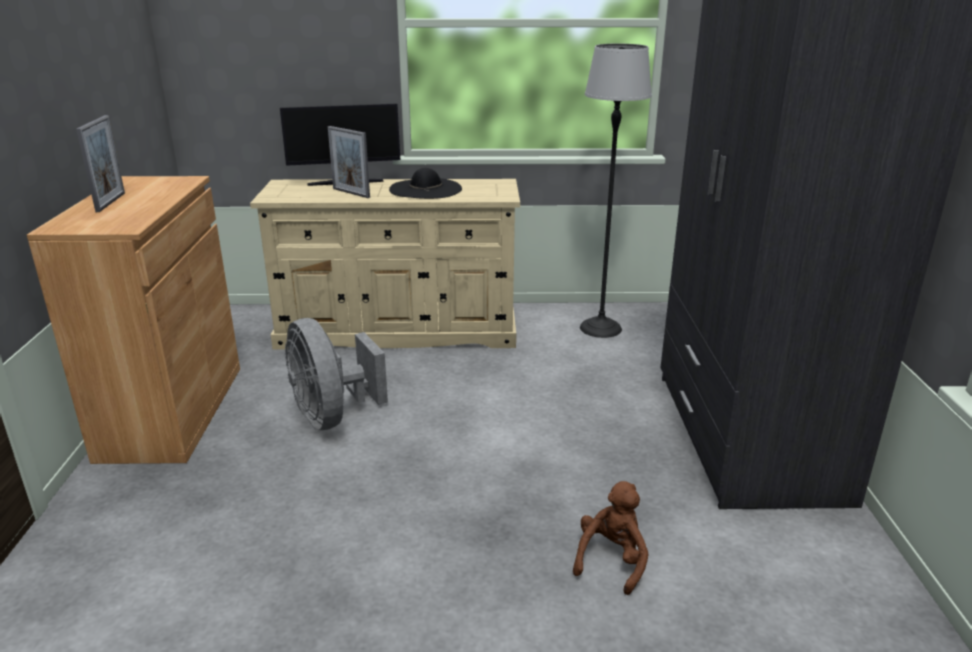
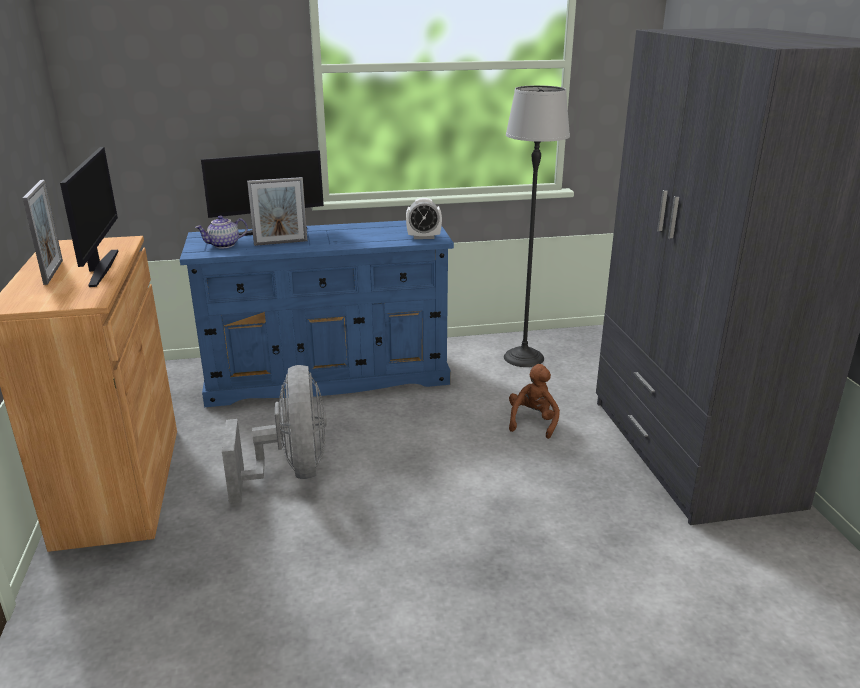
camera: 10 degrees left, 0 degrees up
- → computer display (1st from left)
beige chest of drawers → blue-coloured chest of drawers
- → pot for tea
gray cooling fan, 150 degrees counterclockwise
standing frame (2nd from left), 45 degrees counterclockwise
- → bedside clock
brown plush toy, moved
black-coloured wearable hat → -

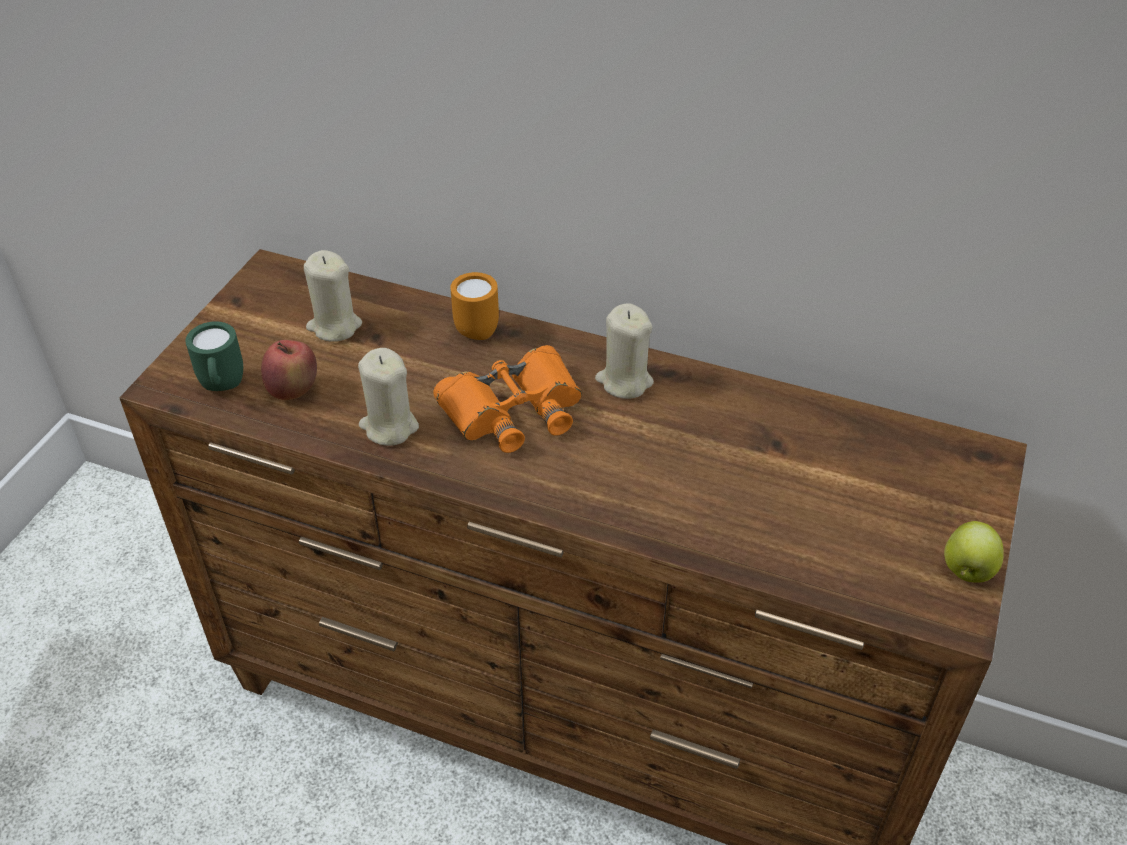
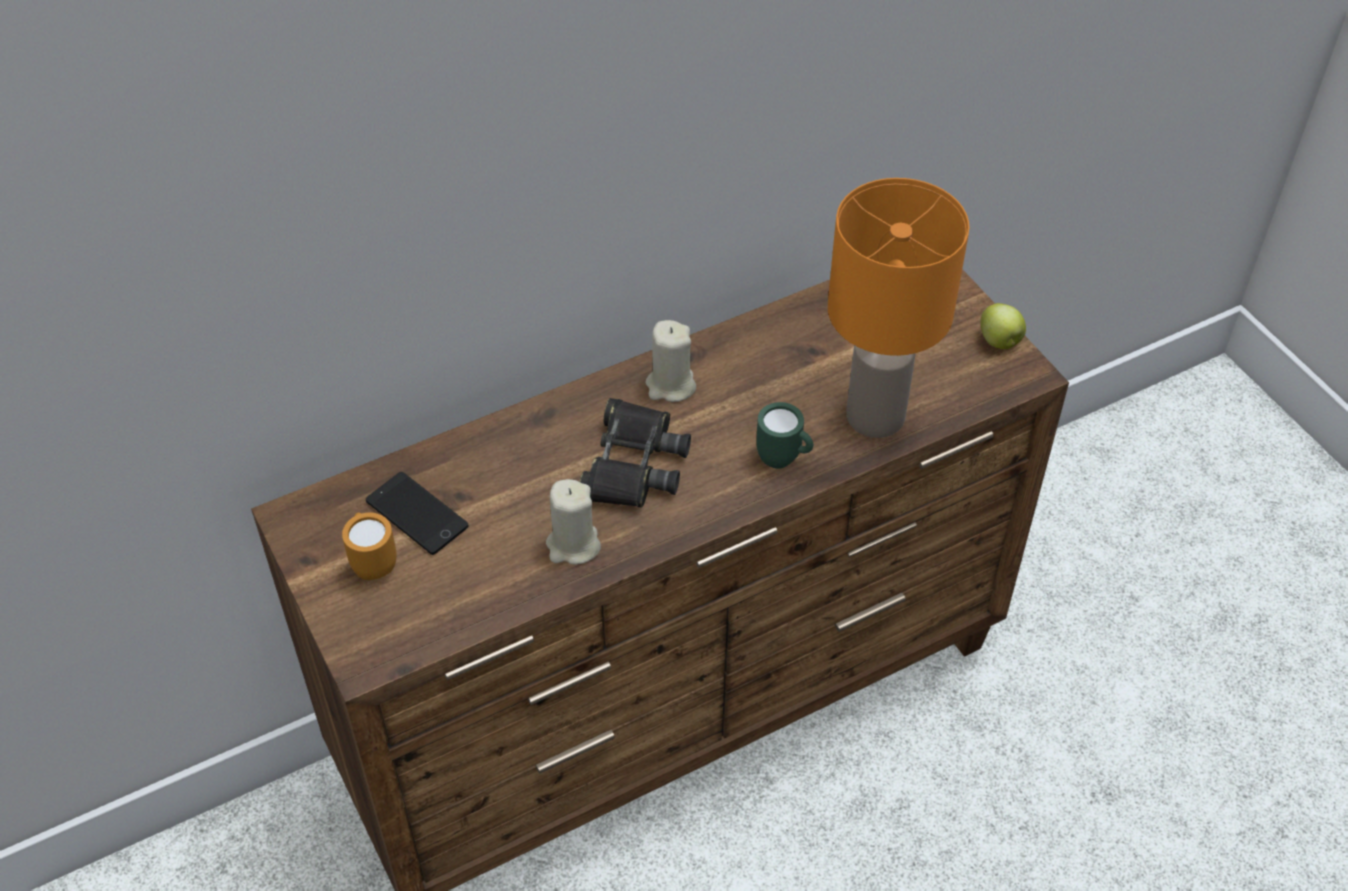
camera: 50 degrees left, 5 degrees up
orangey coffee mug, moved
beige candle (1st from left) → handset
orangey pair of binoculars → black-coloured pair of binoculars
greenish coffee mug, moved
- → orangey tabletop lamp
whole apple (1st from left) → -

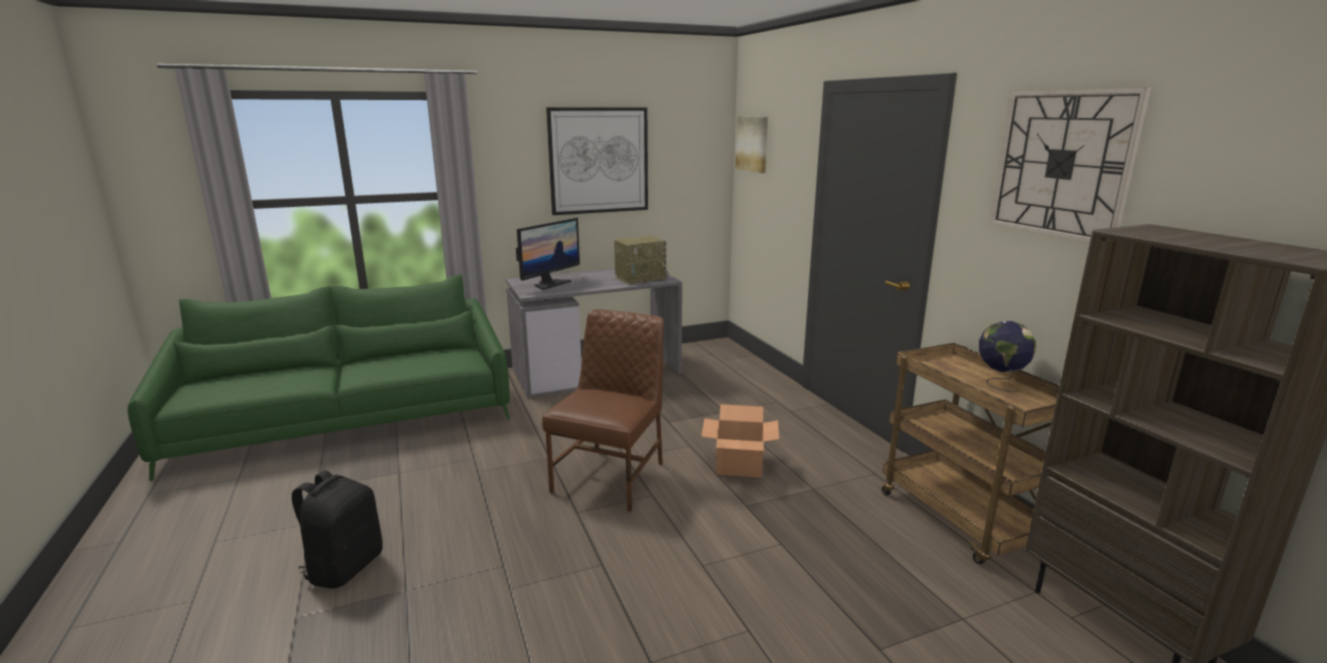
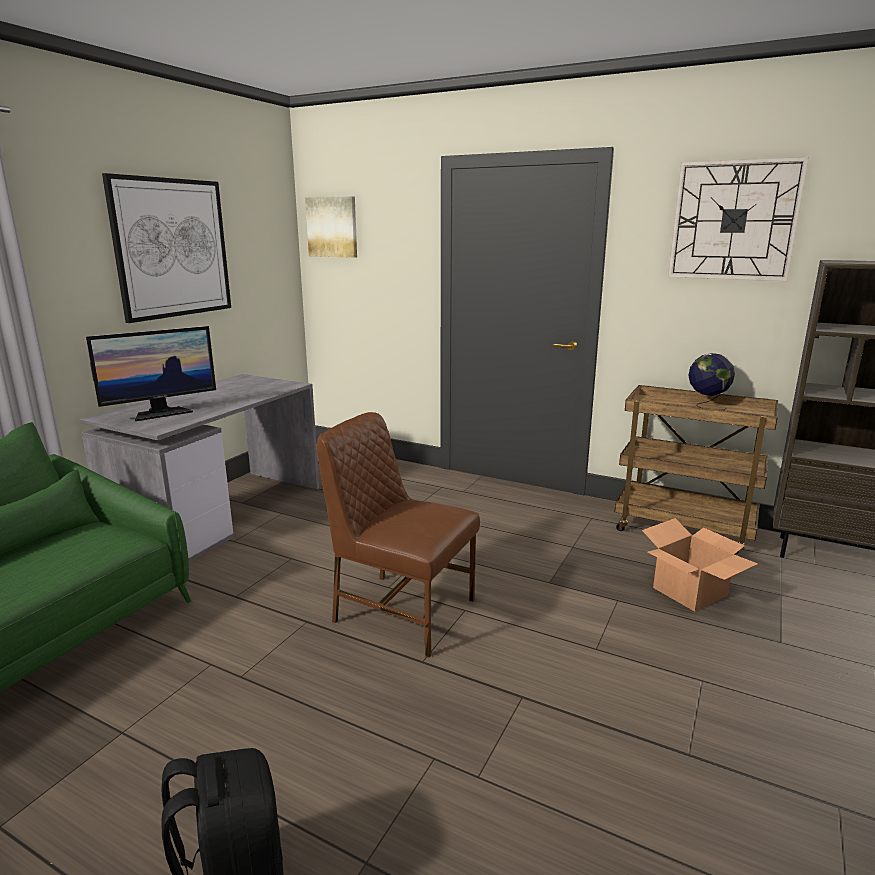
camera: 40 degrees left, 0 degrees up
computer display, 60 degrees clockwise
brown plain chair, 45 degrees counterclockwise
packing box, moved
radio → -

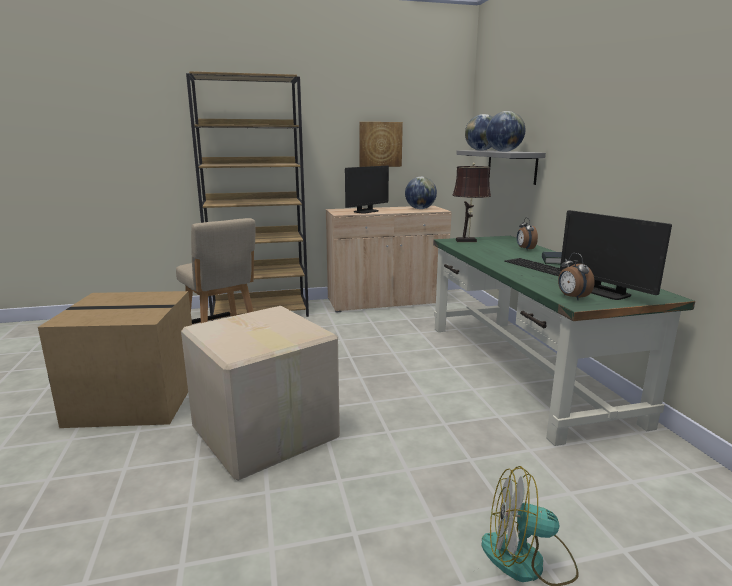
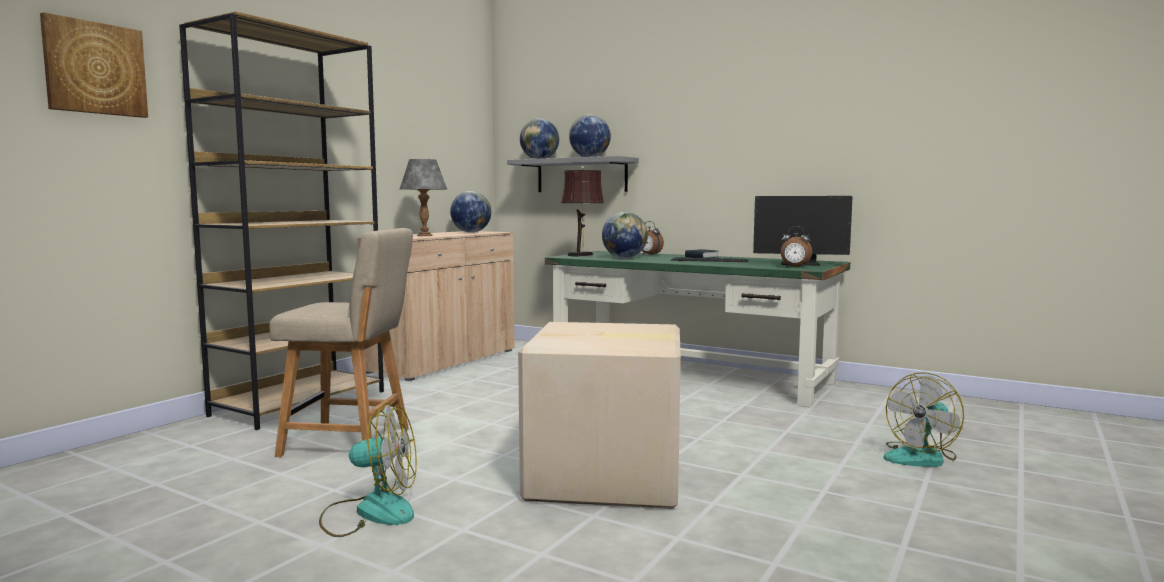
camera: 45 degrees left, 10 degrees down
wall picture, moved
packing box (1st from left) → cooling fan (1st from left)
computer display (1st from left) → gray tabletop lamp
- → globe (4th from left)

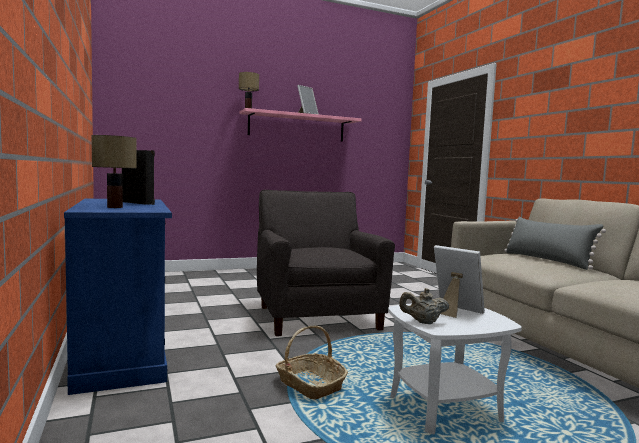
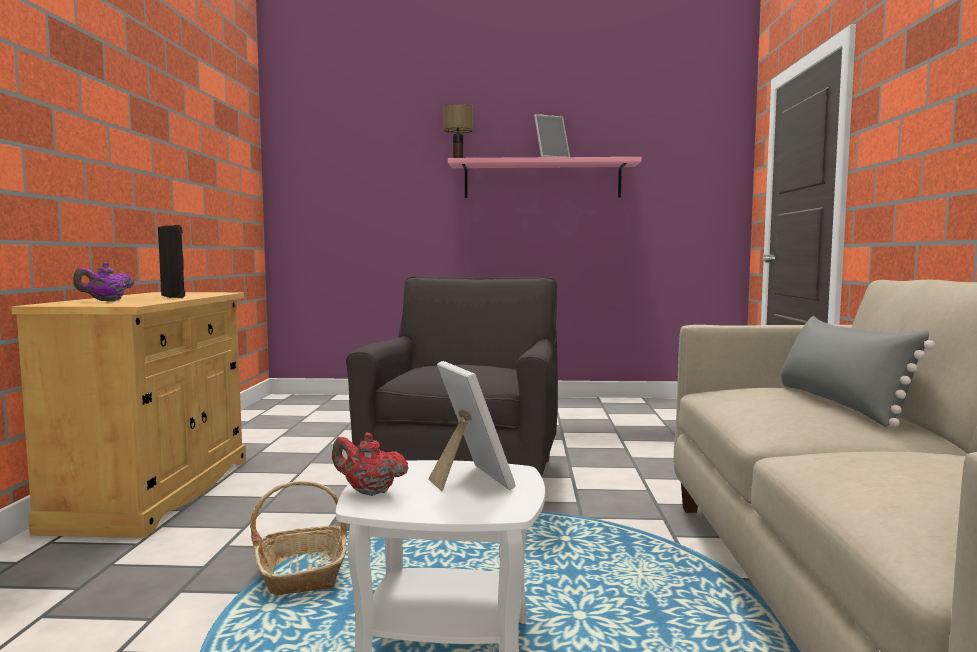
camera: 25 degrees right, 0 degrees up
blue-coloured cabinet → beige cabinet
tabletop lamp (1st from left) → purple-coloured pot for tea
beige pot for tea → red pot for tea

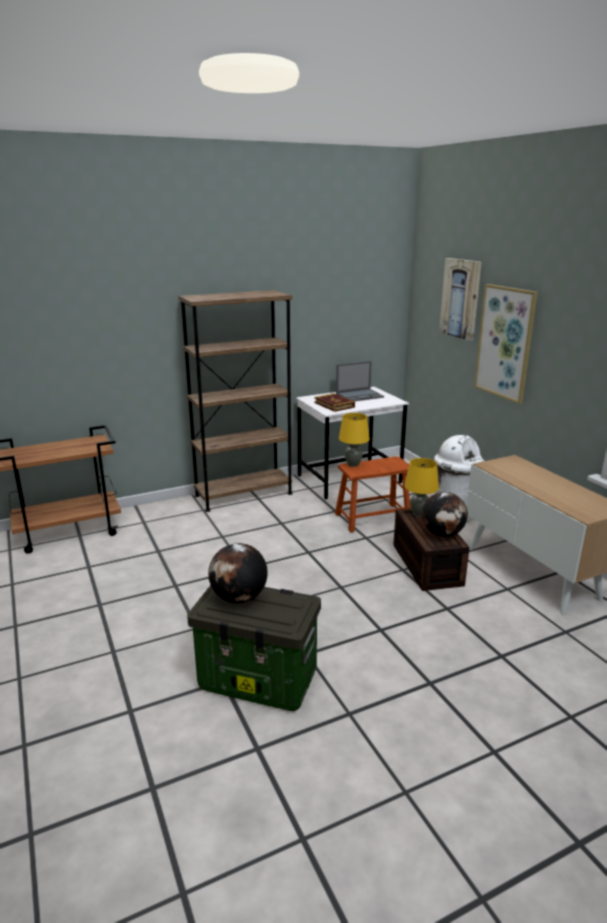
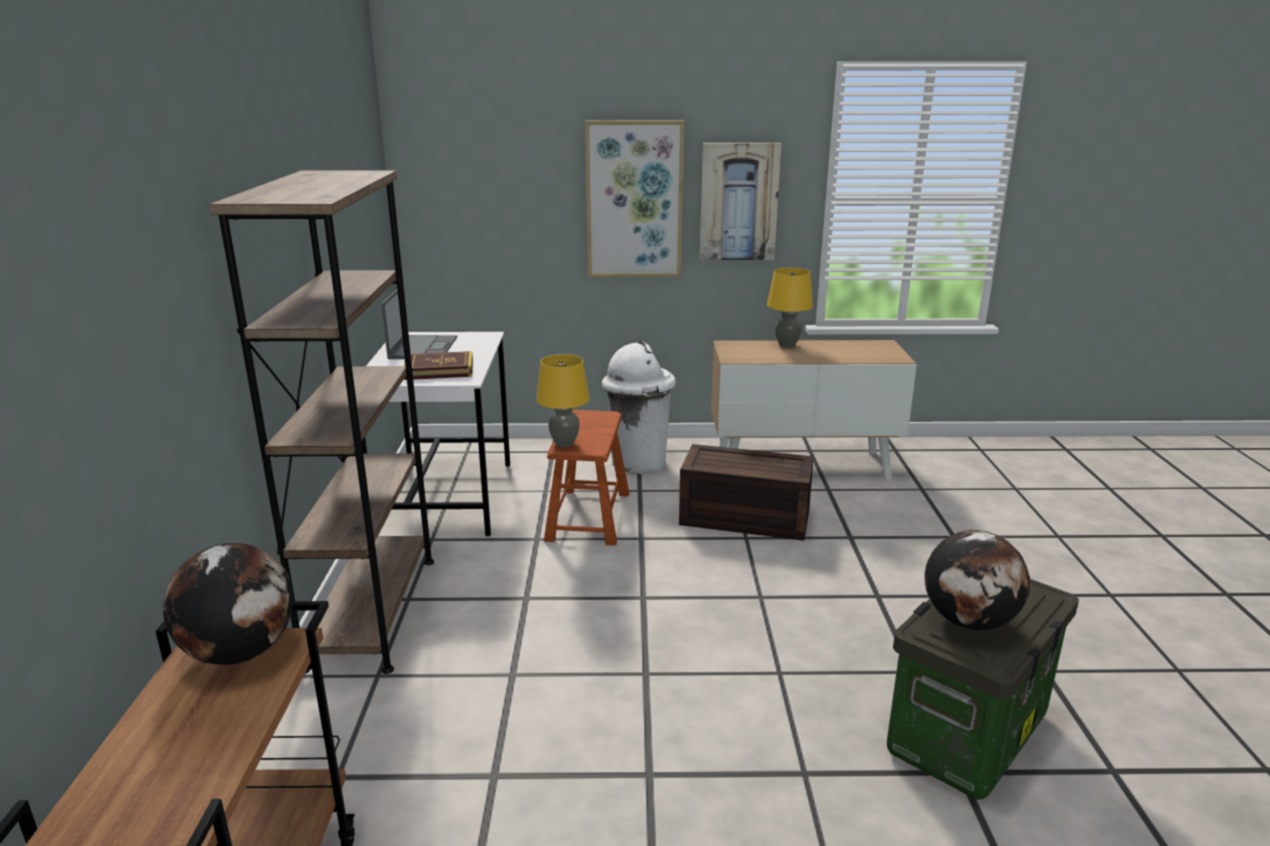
camera: 65 degrees left, 0 degrees up
globe (2nd from left in the first image) → globe (1st from left), moved
wall picture (1st from left in the first image) → wall picture (2nd from left), moved
yellow tabletop lamp (2nd from left), moved

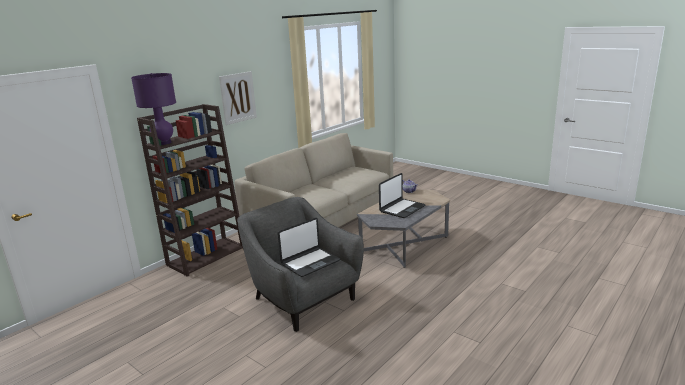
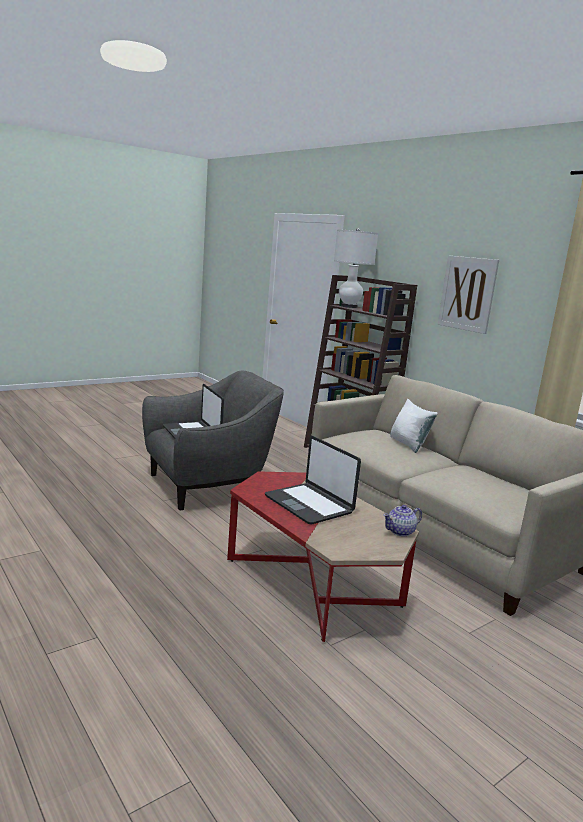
camera: 100 degrees right, 5 degrees down
gray lounge table → red lounge table
purple-coloured tabletop lamp → whitish tabletop lamp
- → whitish pillow

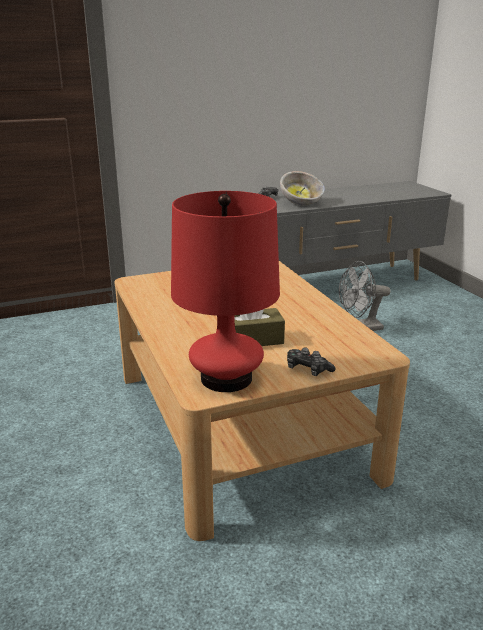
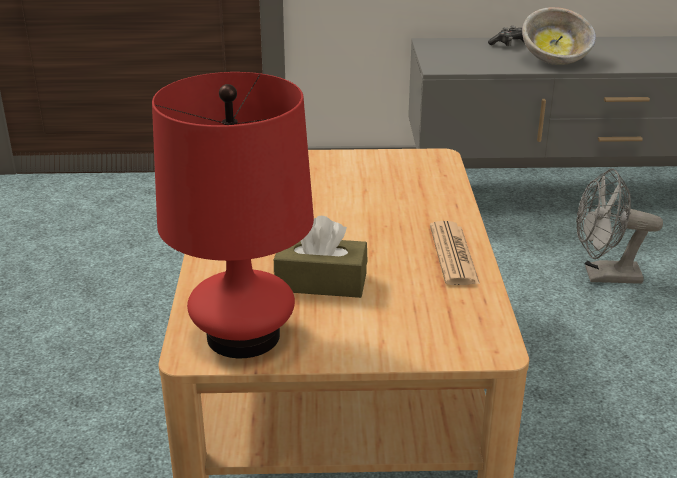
camera: 20 degrees right, 5 degrees up
- → daily paper
game controller (2nd from left) → -

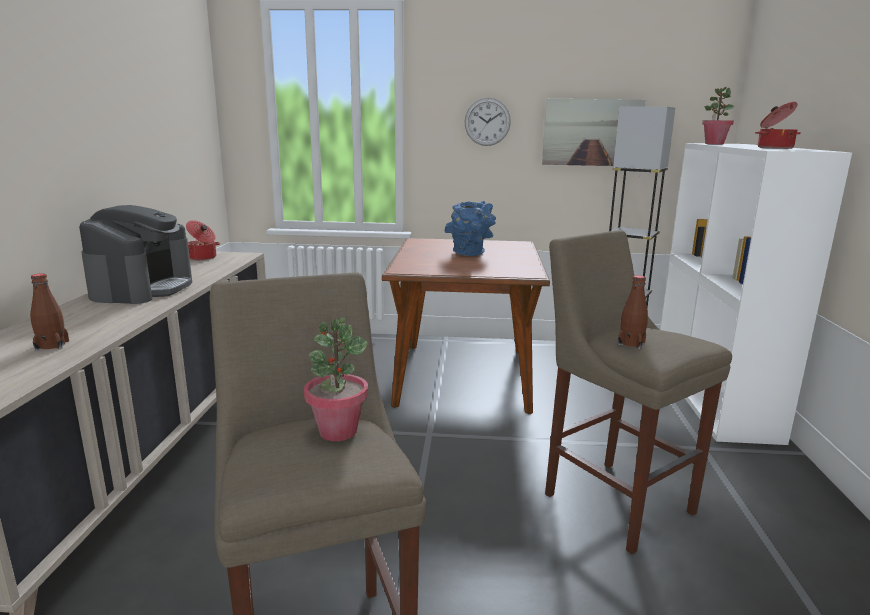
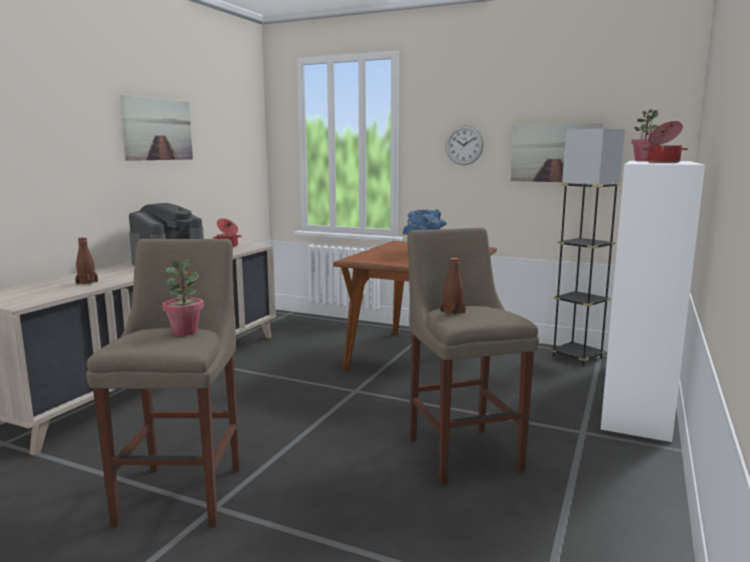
camera: 20 degrees right, 5 degrees down
- → wall picture (1st from left)

